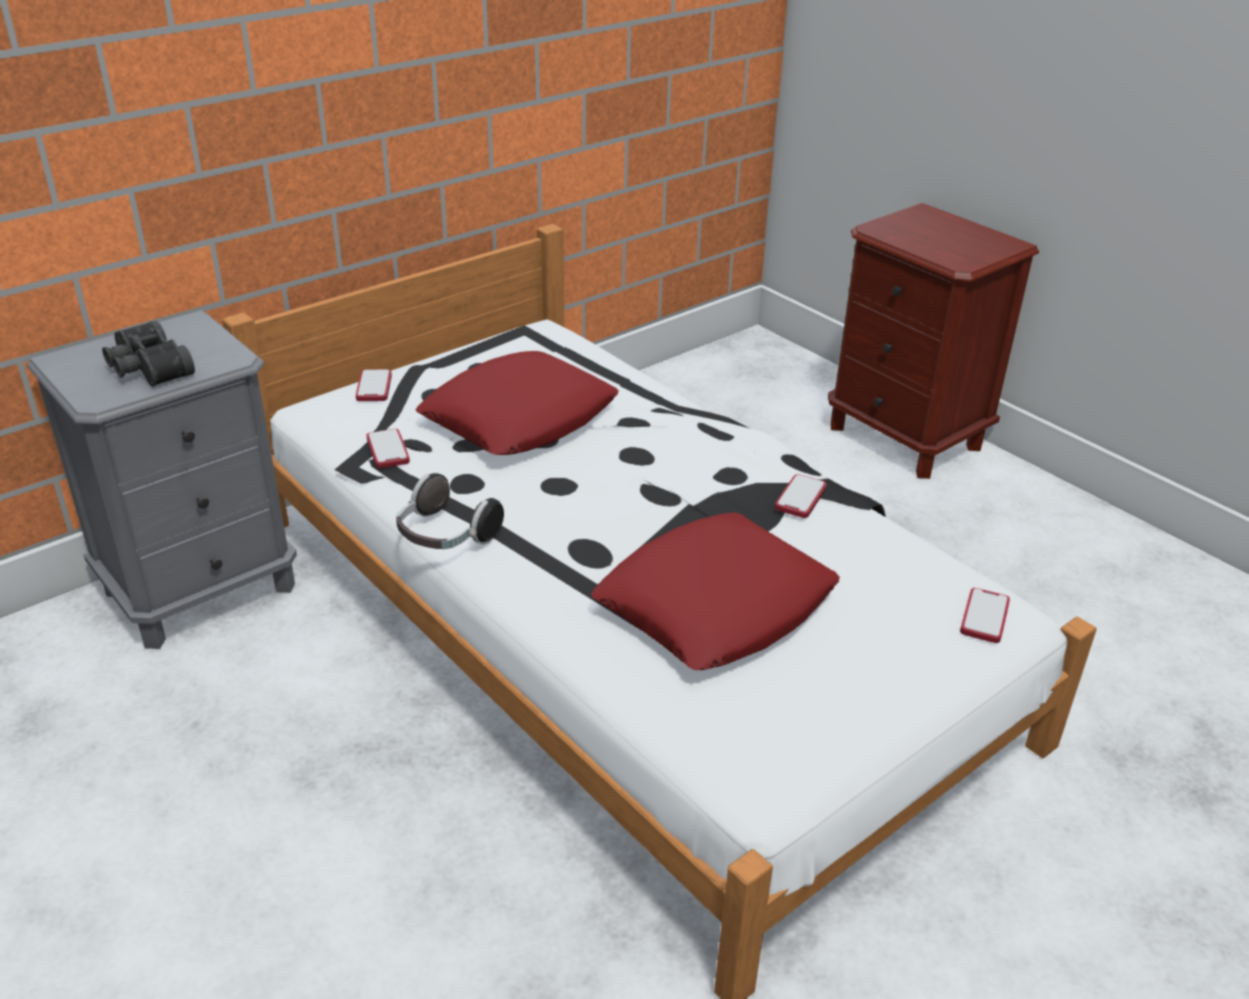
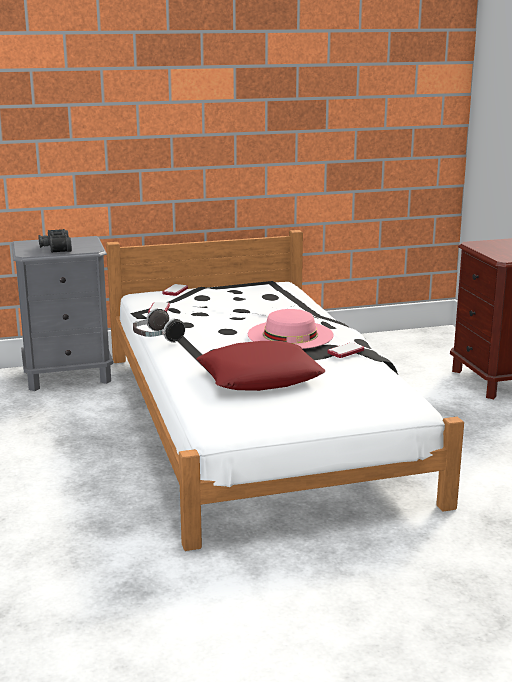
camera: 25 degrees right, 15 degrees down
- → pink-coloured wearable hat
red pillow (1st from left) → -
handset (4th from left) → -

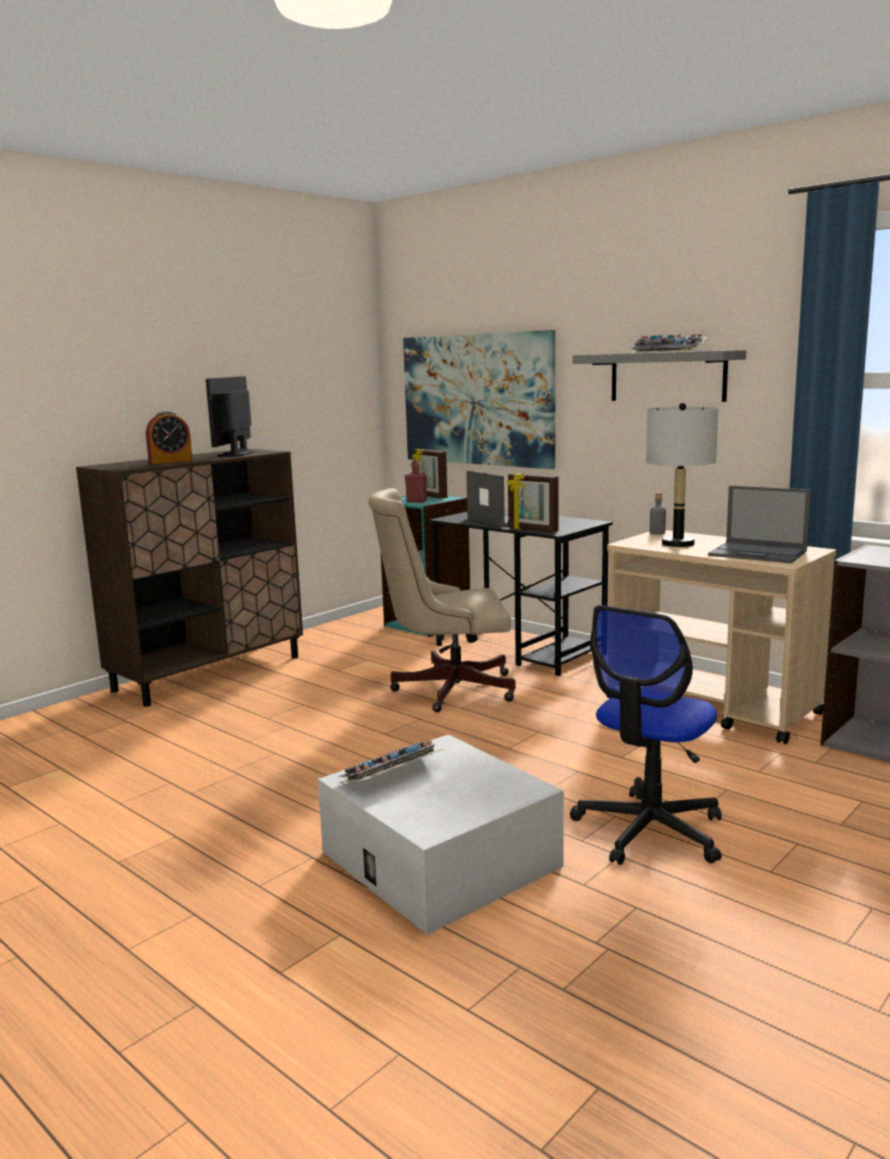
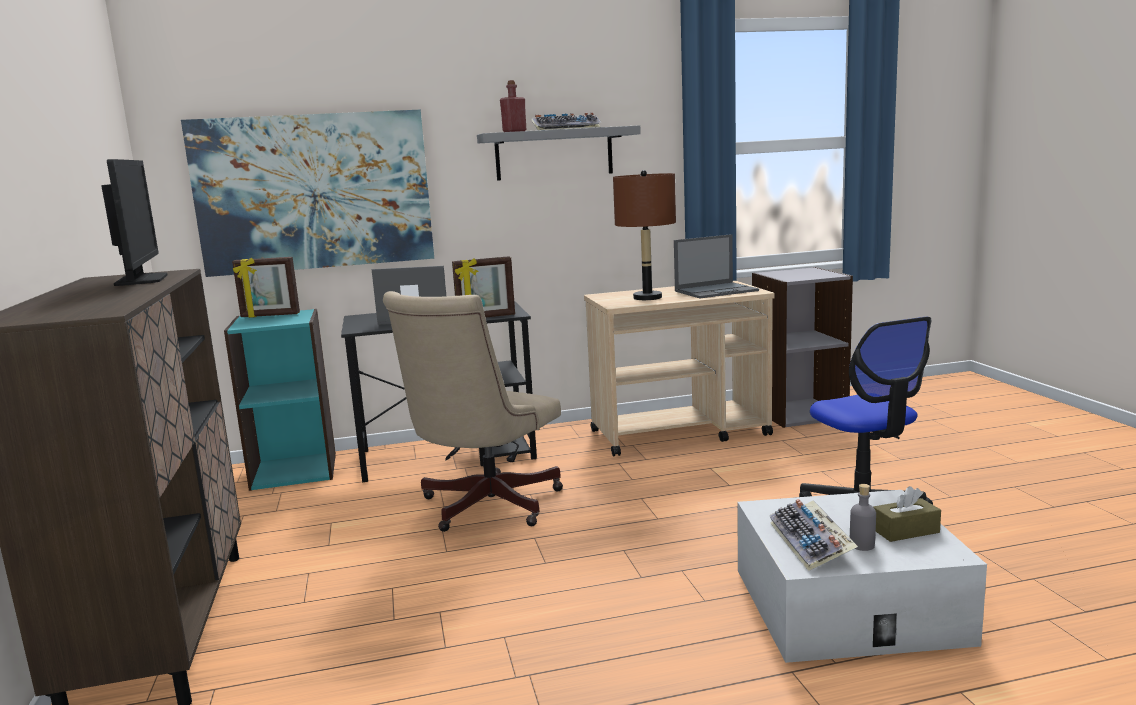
camera: 55 degrees left, 0 degrees up
computer display, 150 degrees counterclockwise
red drink bottle, moved
gray tabletop lamp → brown tabletop lamp
gray drink bottle, moved
- → brown tissue box
bedside clock → -

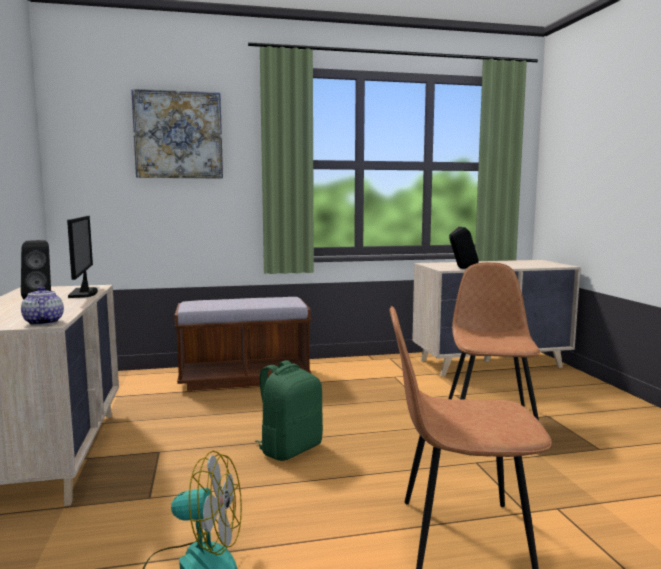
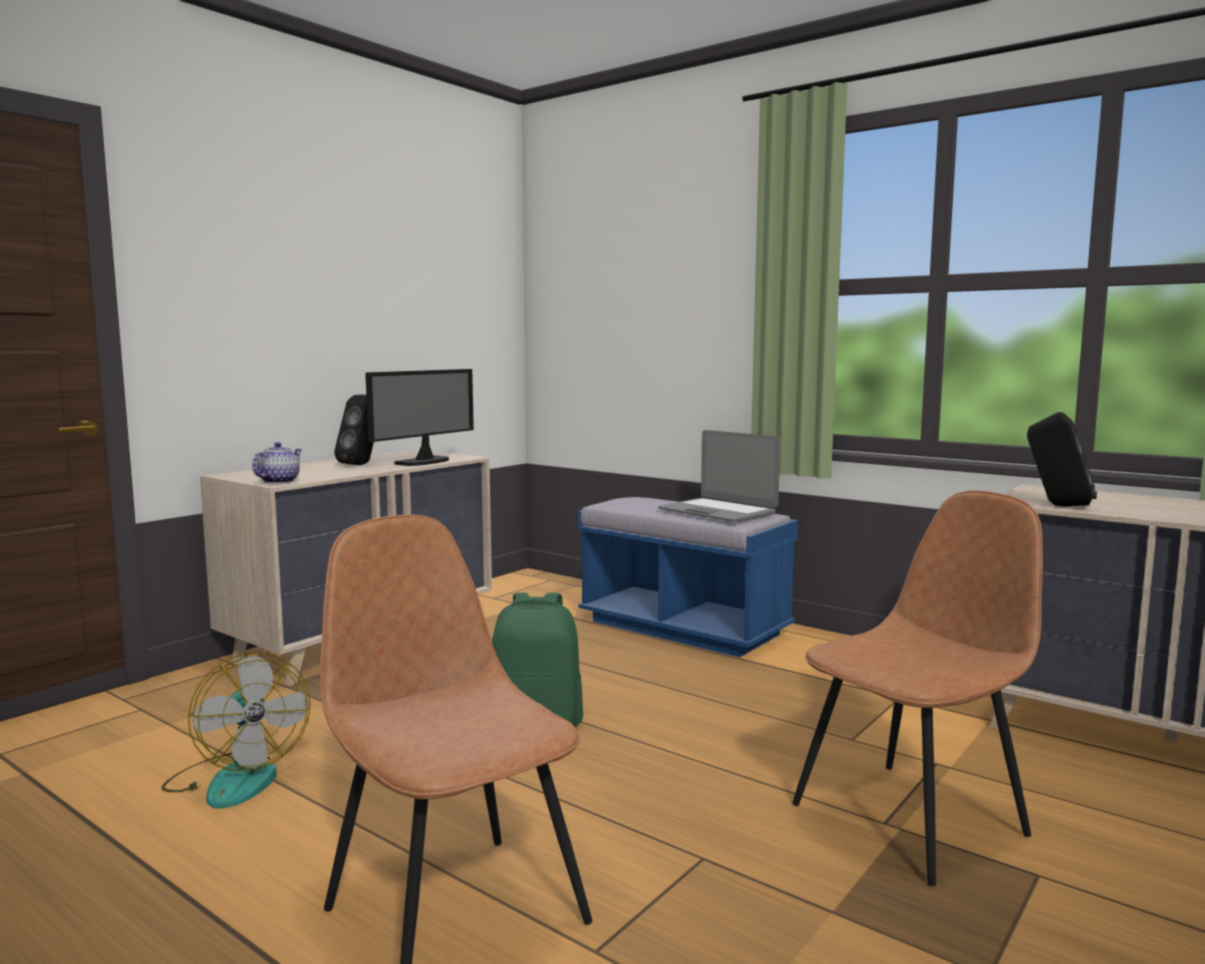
camera: 50 degrees right, 0 degrees up
brown long seat → blue-coloured long seat
- → laptop
wall picture → -

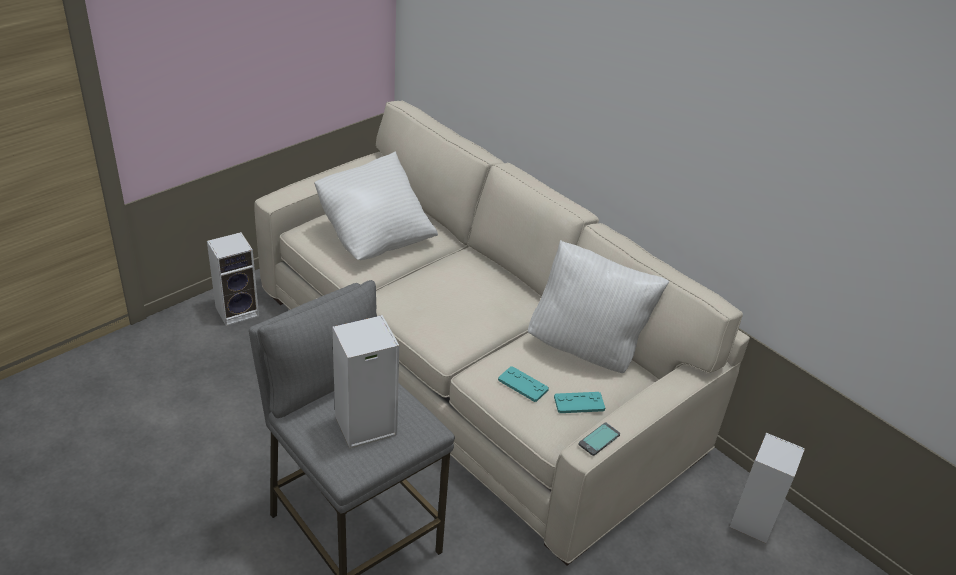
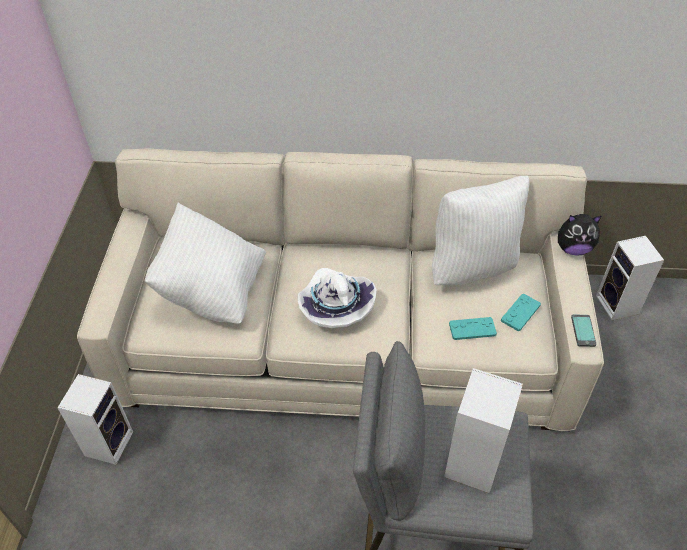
camera: 40 degrees left, 10 degrees up
- → whitish wearable hat
- → plush toy

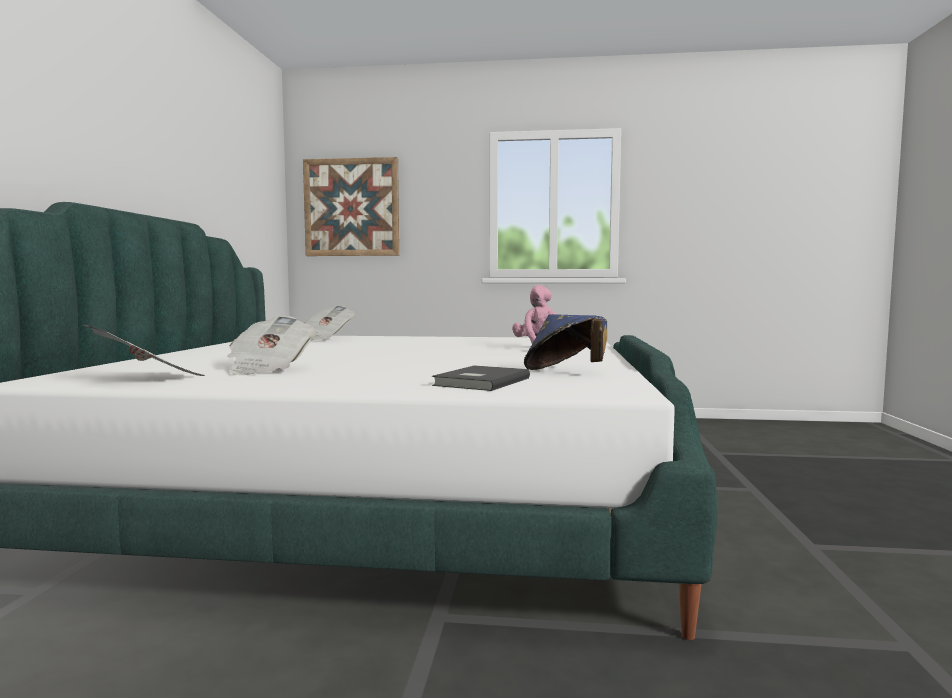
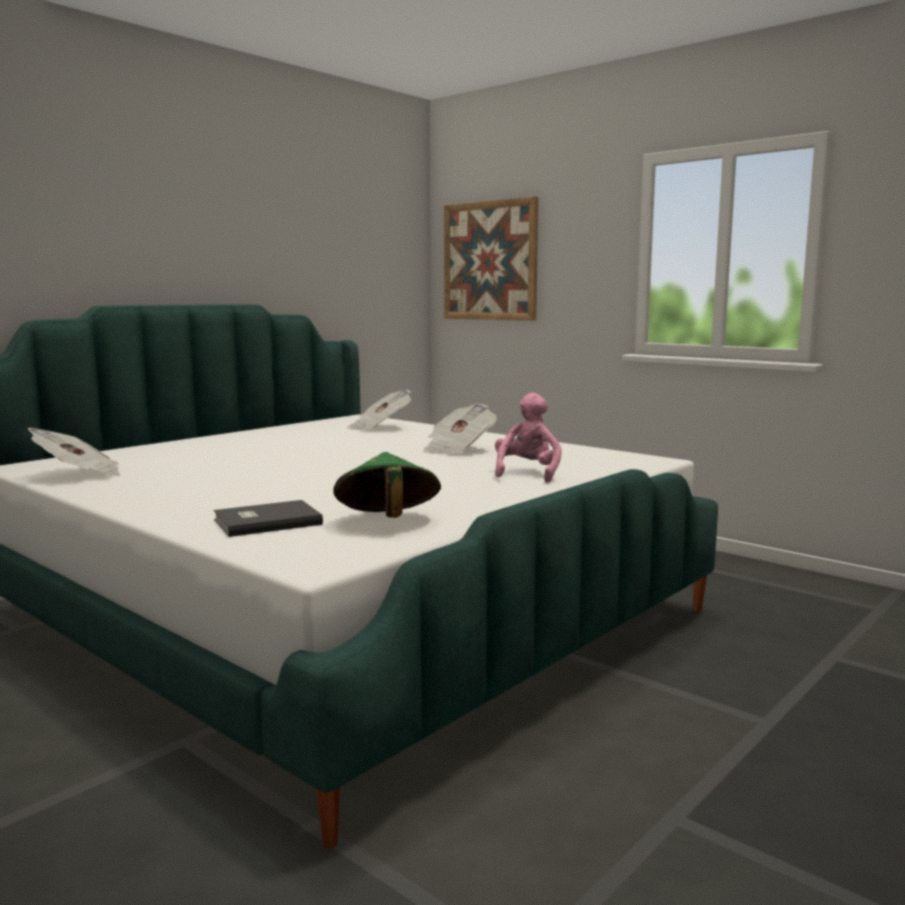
camera: 35 degrees right, 5 degrees up
blue-coloured wearable hat → greenish wearable hat
daily paper (2nd from left in the first image) → daily paper (3rd from left), moved

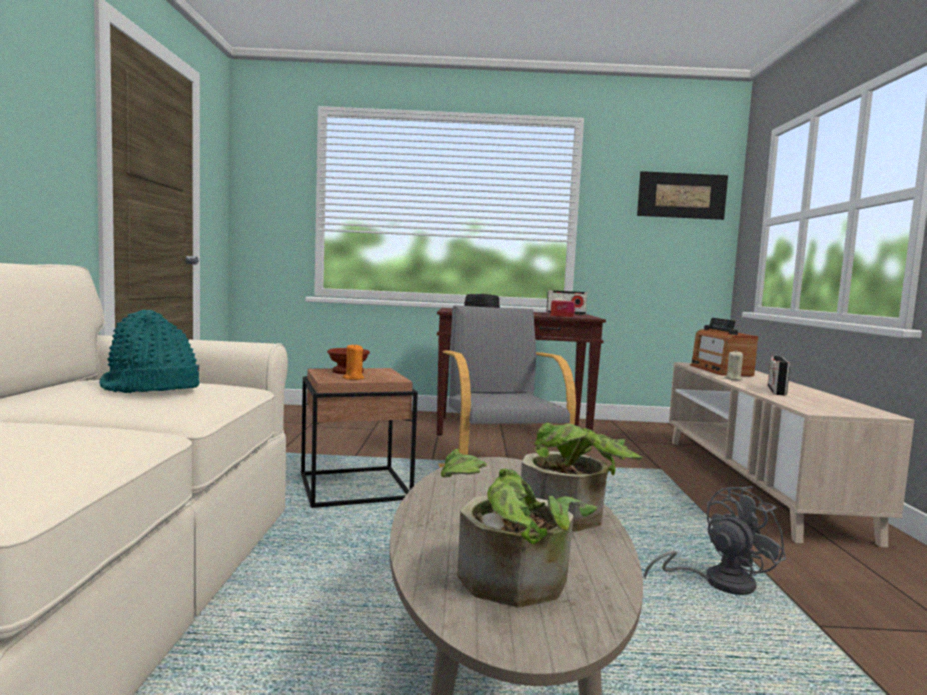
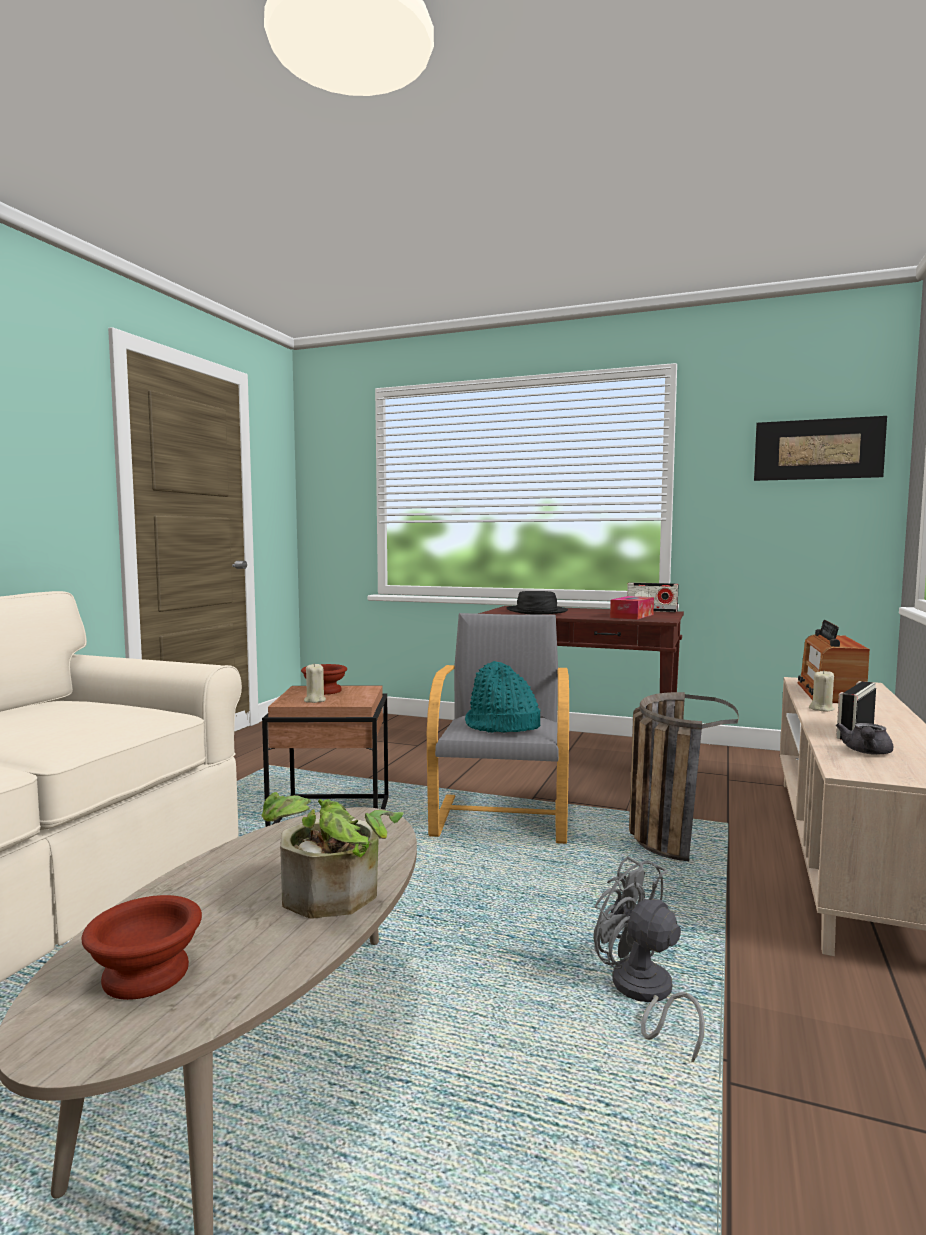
camera: 20 degrees right, 0 degrees up
potted plant (1st from left) → brown bowl (1st from left)
orangey candle → beige candle (1st from left)
blue-green wearable hat, moved
gray cooling fan, 120 degrees counterclockwise
- → basket
- → gray pot for tea

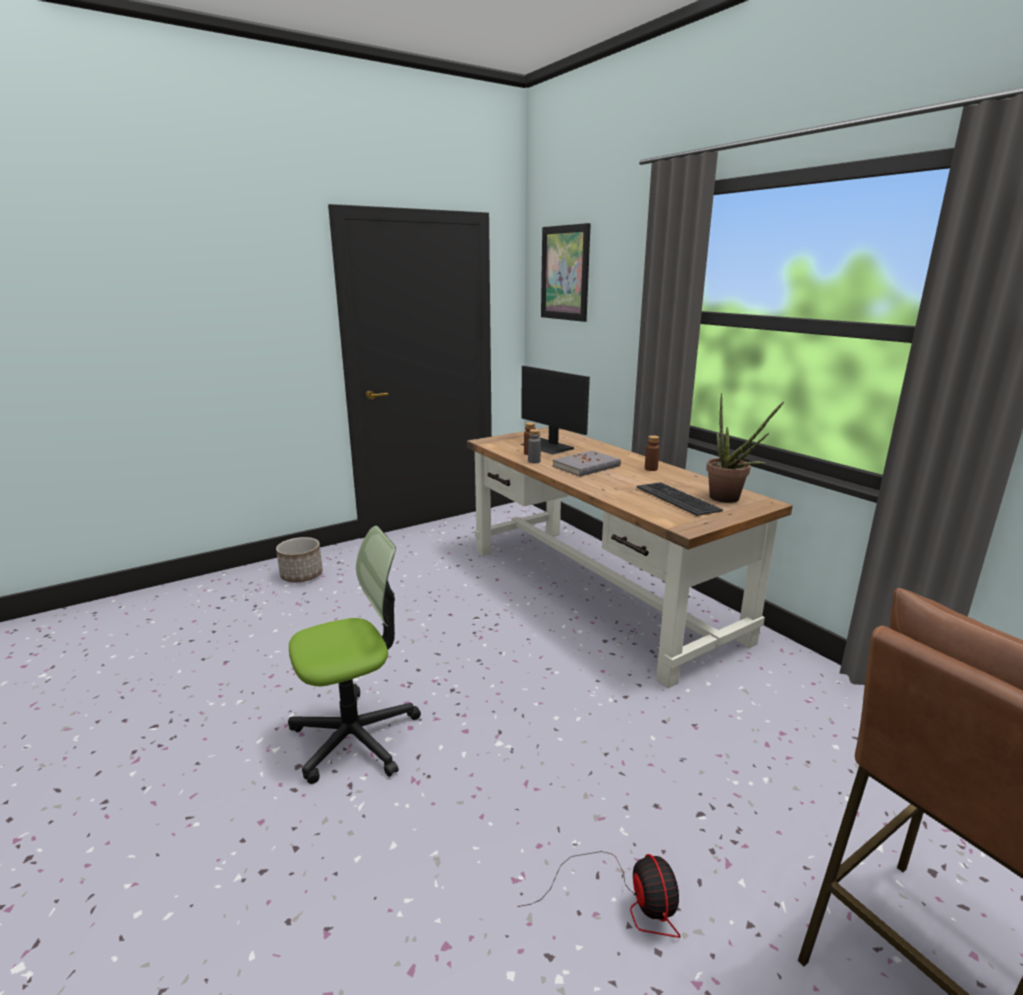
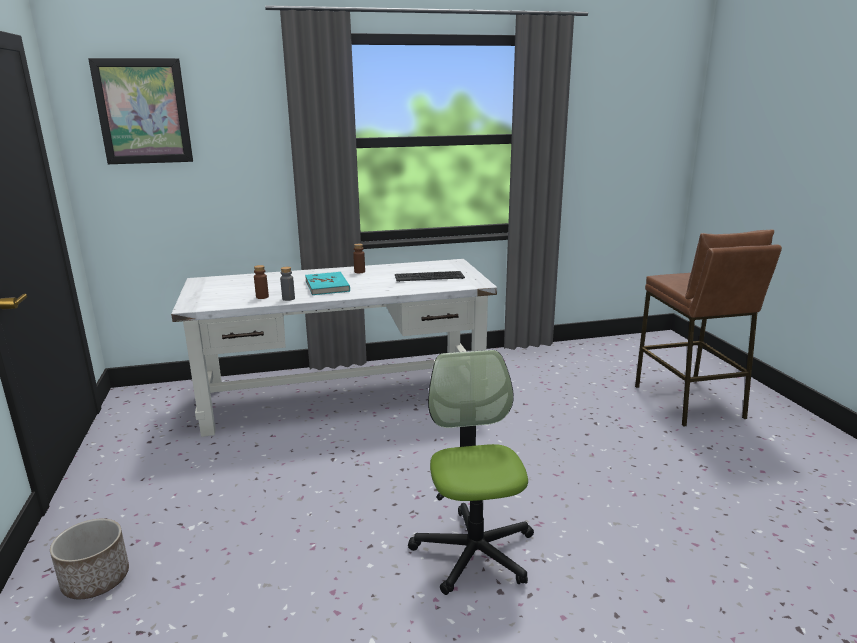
camera: 70 degrees left, 0 degrees up
brown desk table → whitish desk table
gray book → blue-green book
cooling fan → -
computer display → -
potted plant → -

